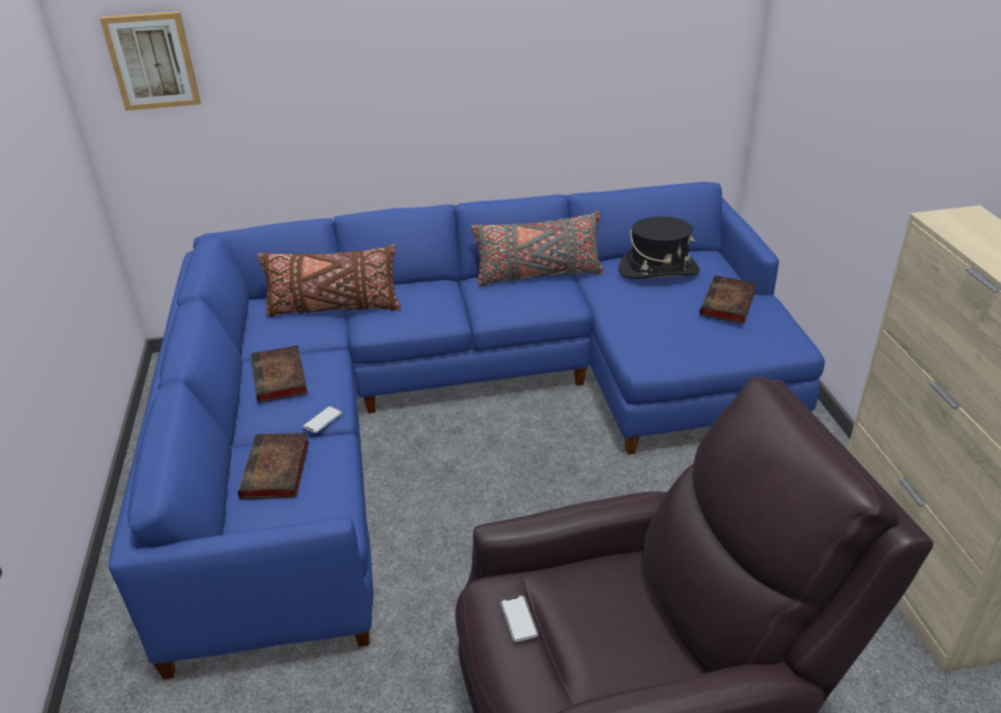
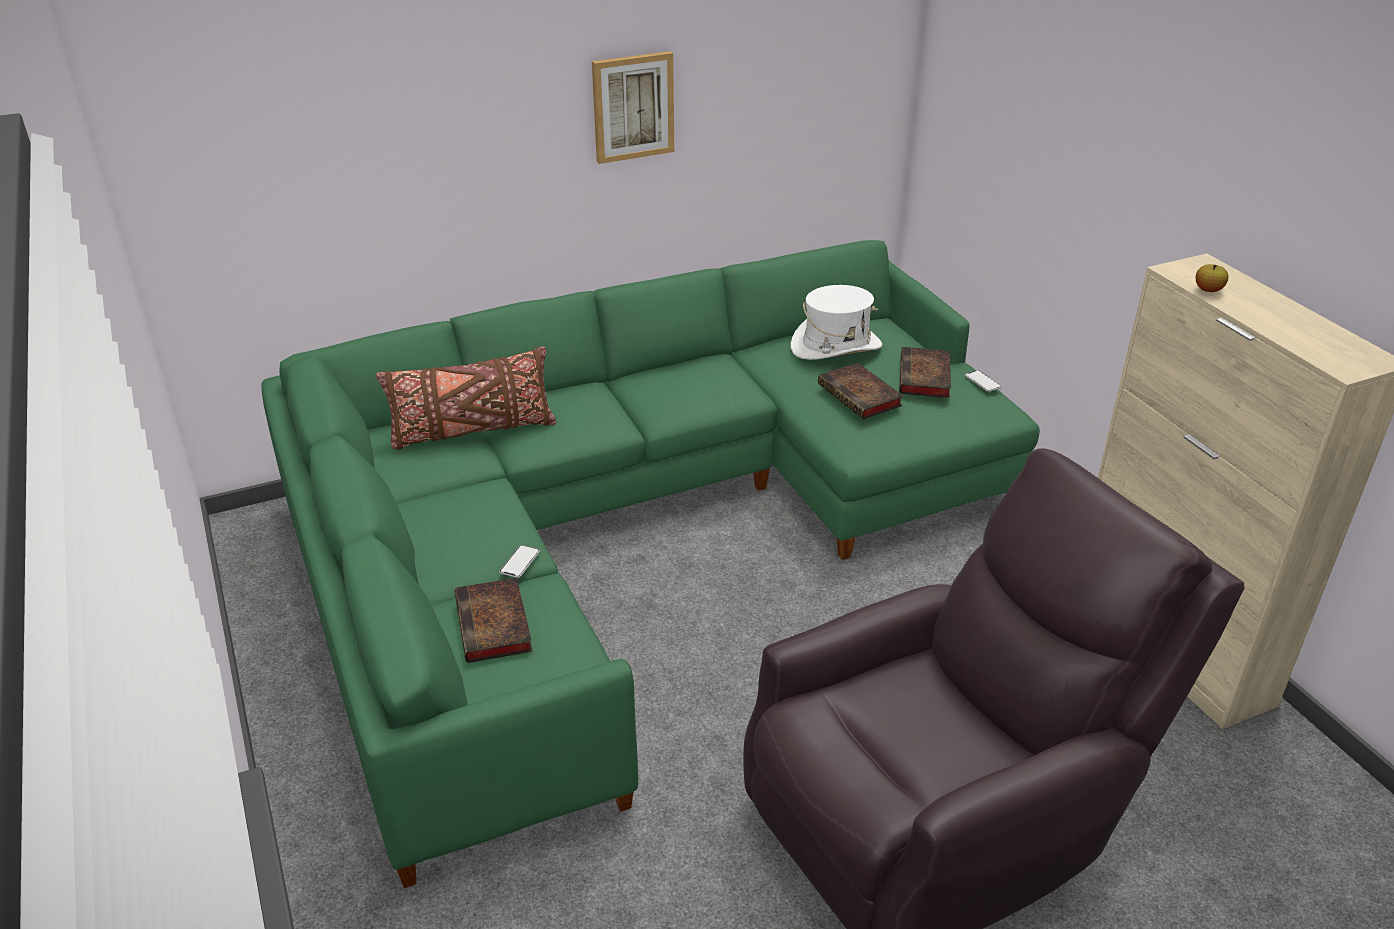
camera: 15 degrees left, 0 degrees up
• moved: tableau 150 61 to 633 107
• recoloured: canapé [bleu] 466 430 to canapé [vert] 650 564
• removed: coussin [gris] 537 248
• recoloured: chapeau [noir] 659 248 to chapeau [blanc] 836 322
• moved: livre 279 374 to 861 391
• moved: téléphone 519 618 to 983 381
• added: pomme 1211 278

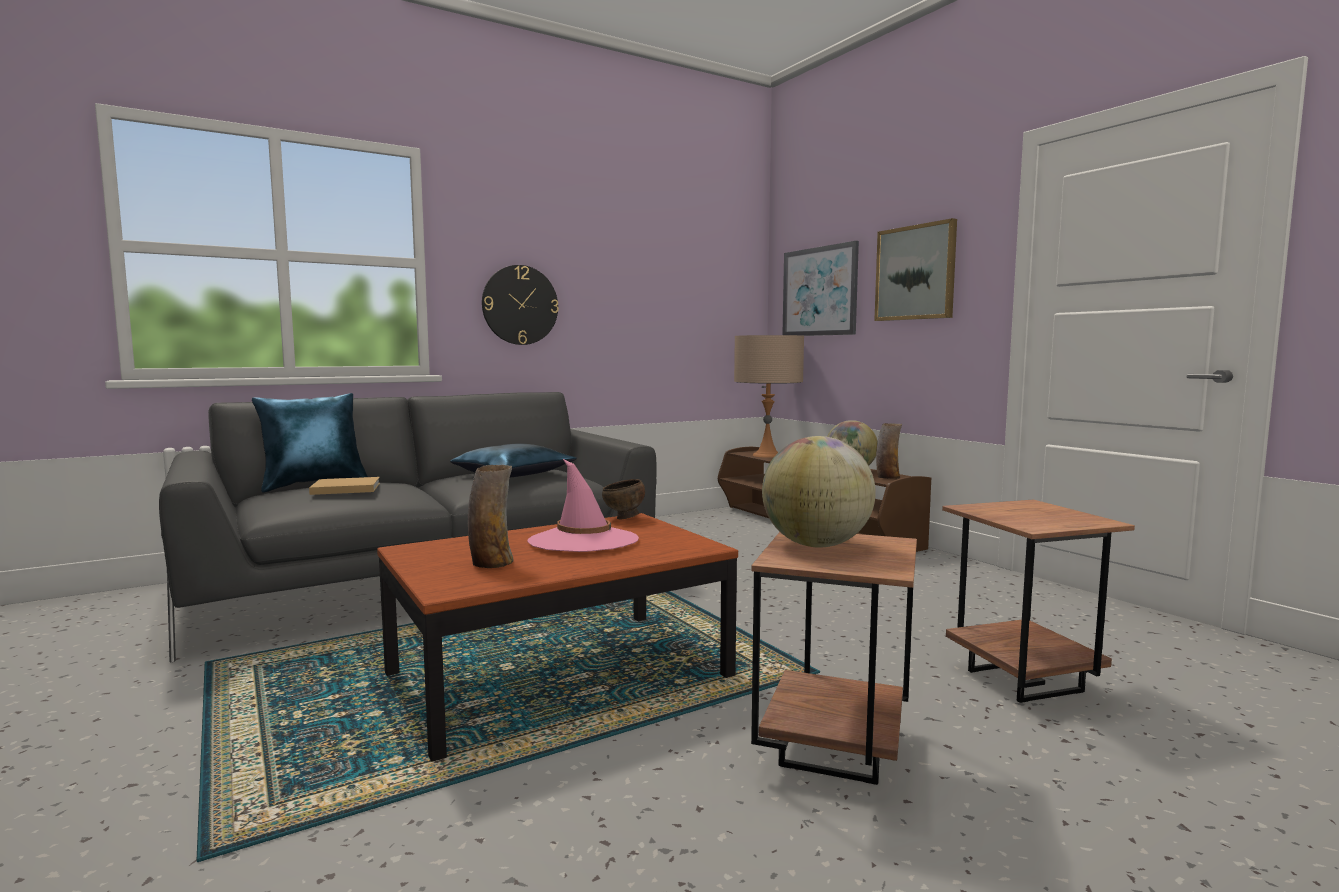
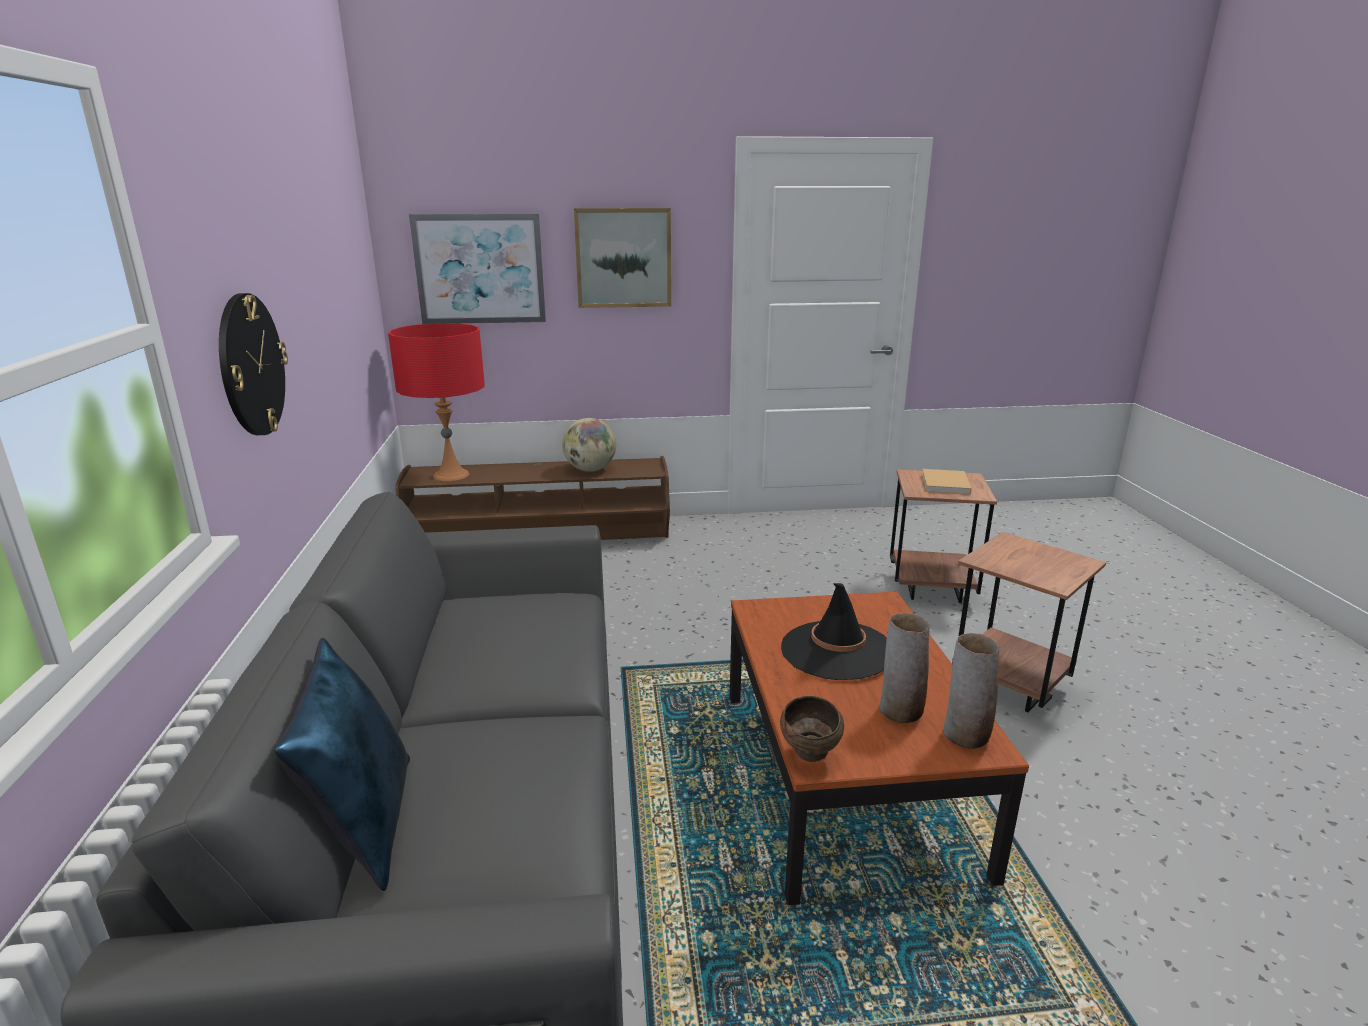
camera: 65 degrees left, 15 degrees up
• recoloured: lampe de table [beige] 769 396 to lampe de table [rouge] 436 402
• moved: vase 889 451 to 971 691
• removed: globe 819 492
• removed: coussin [bleu] 513 460
• recoloured: chapeau [rose] 583 505 to chapeau [noir] 834 631
• moved: livre [beige] 344 486 to 947 481
• moved: bol [marron] 623 499 to 812 729

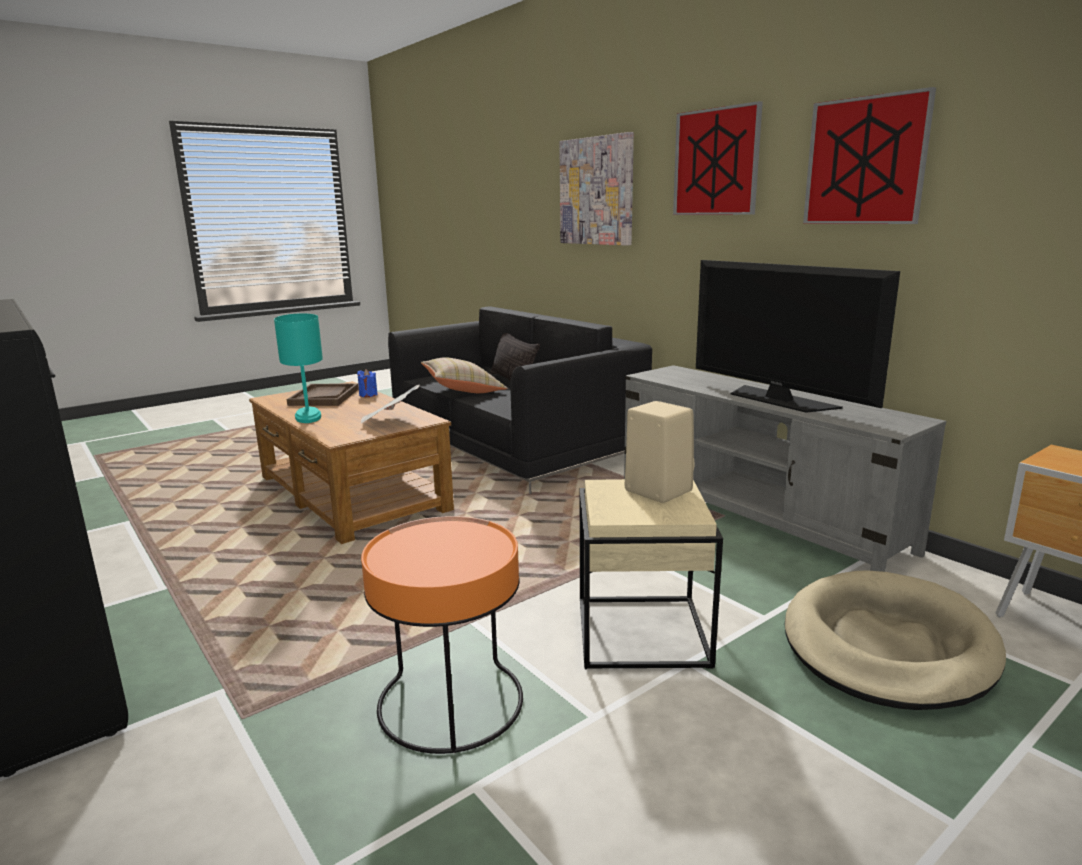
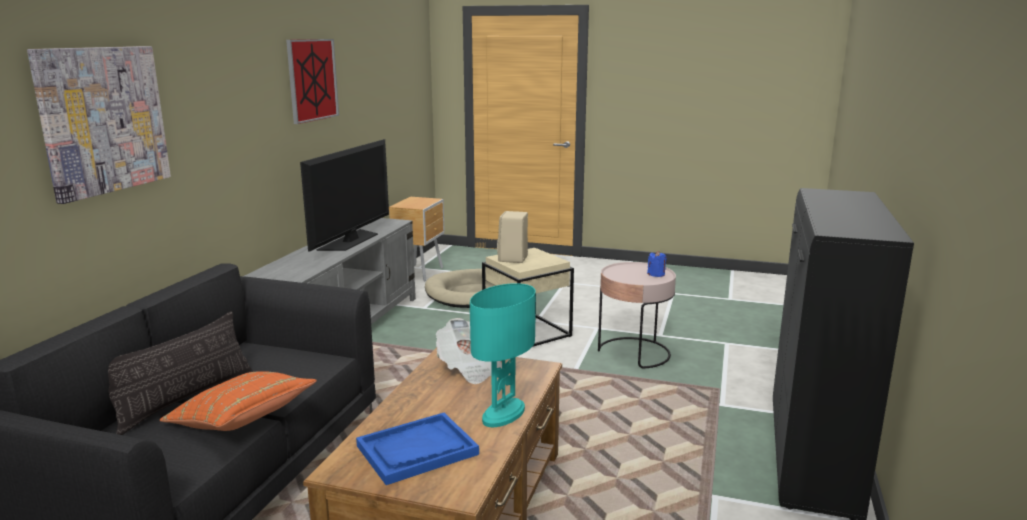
camera: 125 degrees left, 0 degrees up
• removed: tableau 718 158
• recoloured: coussin [beige] 464 375 to coussin [orange] 238 401
• moved: bougie [bleu] 367 383 to 657 264
• recoloured: plateau [marron] 323 394 to plateau [bleu] 417 449
• recoloured: table d'appoint [orange] 442 635 to table d'appoint [rose] 637 315

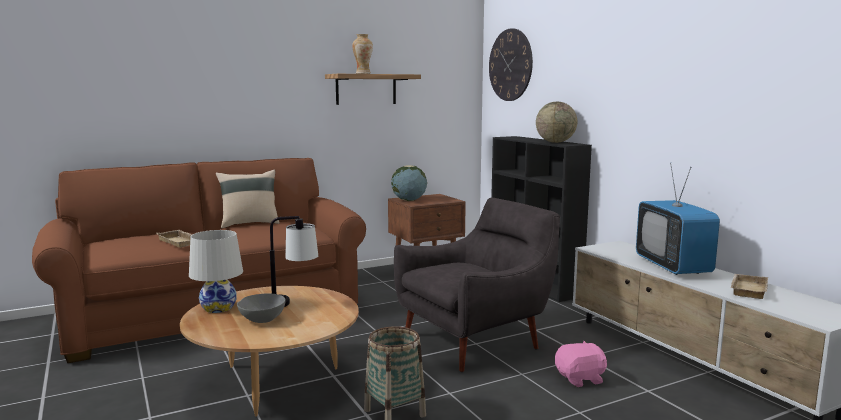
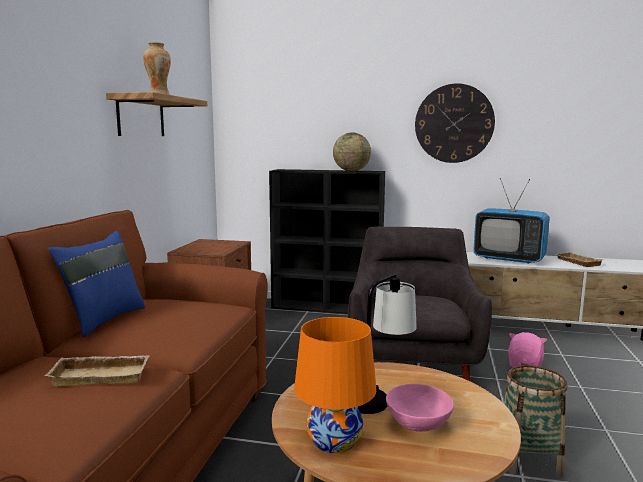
camera: 50 degrees left, 0 degrees up
• moved: horloge murale 511 64 to 455 123
• removed: globe 409 183
• recoloured: coussin [beige] 247 199 to coussin [bleu] 96 284
• recoloured: lampe de table [blanc] 216 271 to lampe de table [orange] 335 385
• recoloured: bol [gris] 261 308 to bol [rose] 420 408

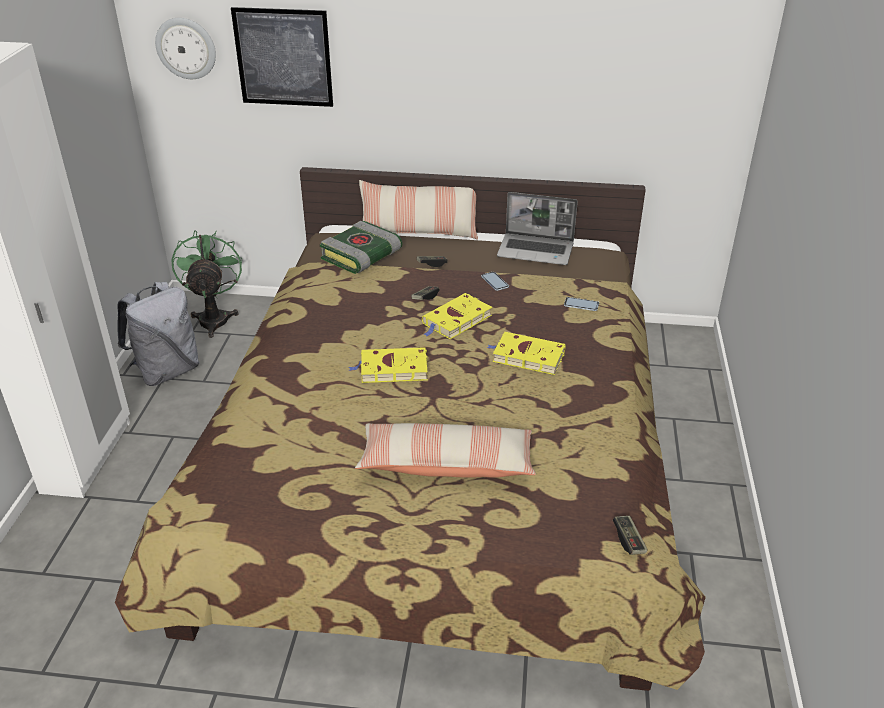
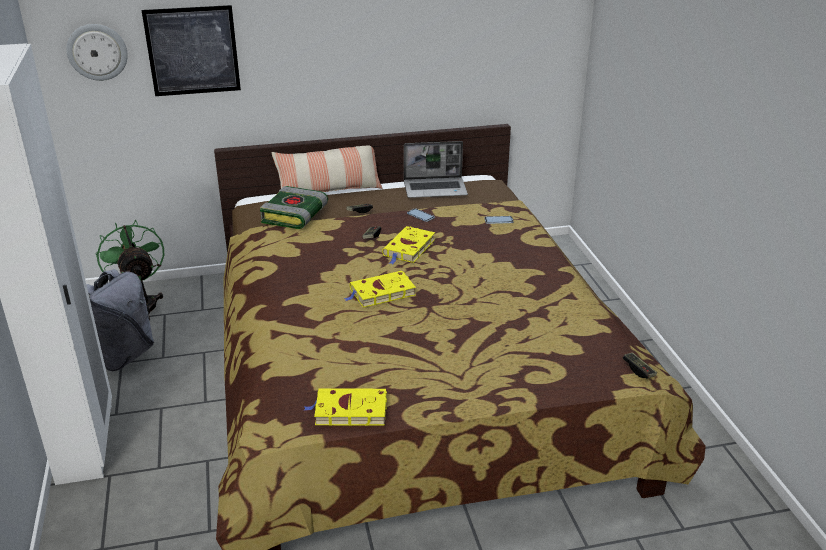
camera: 20 degrees left, 5 degrees down
• moved: livre [jaune] 526 353 to 345 407
• removed: coussin 445 450

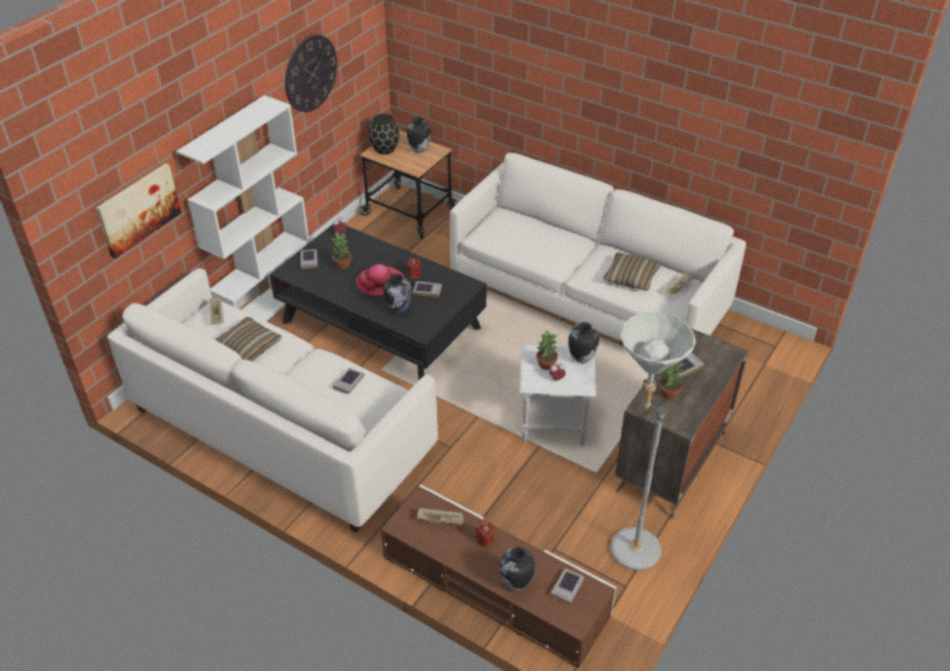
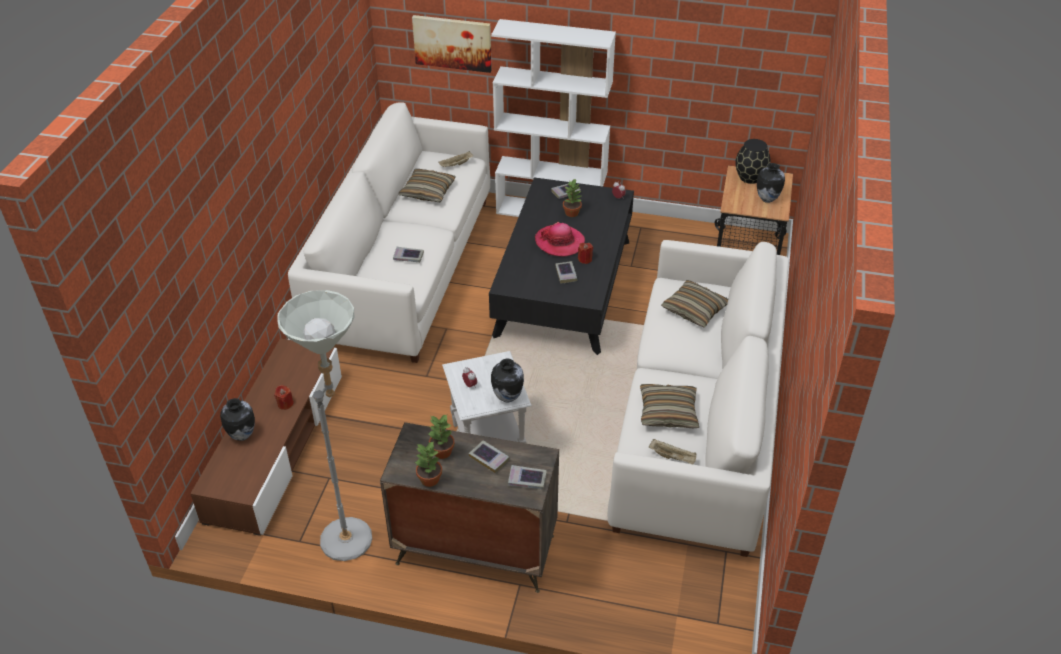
camera: 70 degrees right, 0 degrees up
• removed: horloge murale 311 73
• removed: vase 397 293
• moved: plante en pot 547 350 to 428 464
• removed: plateau [beige] 440 516
• moved: livre 567 586 to 527 477
• added: coussin 694 304

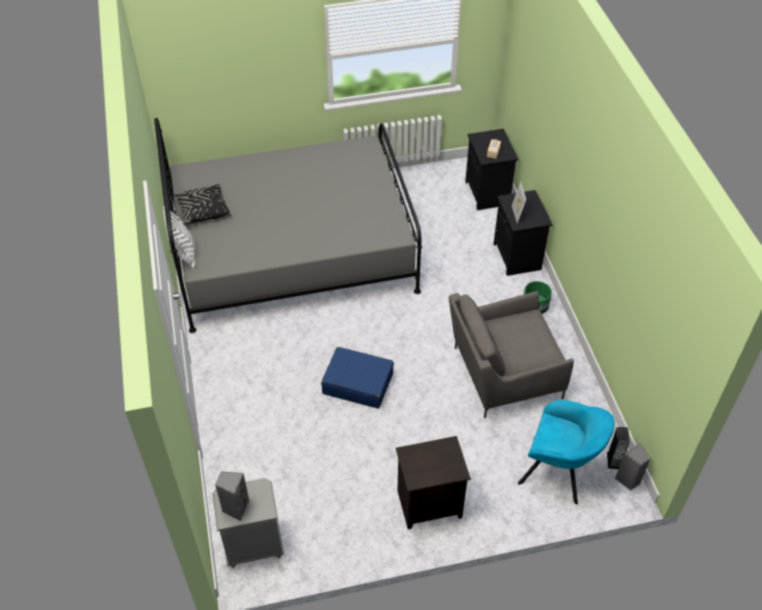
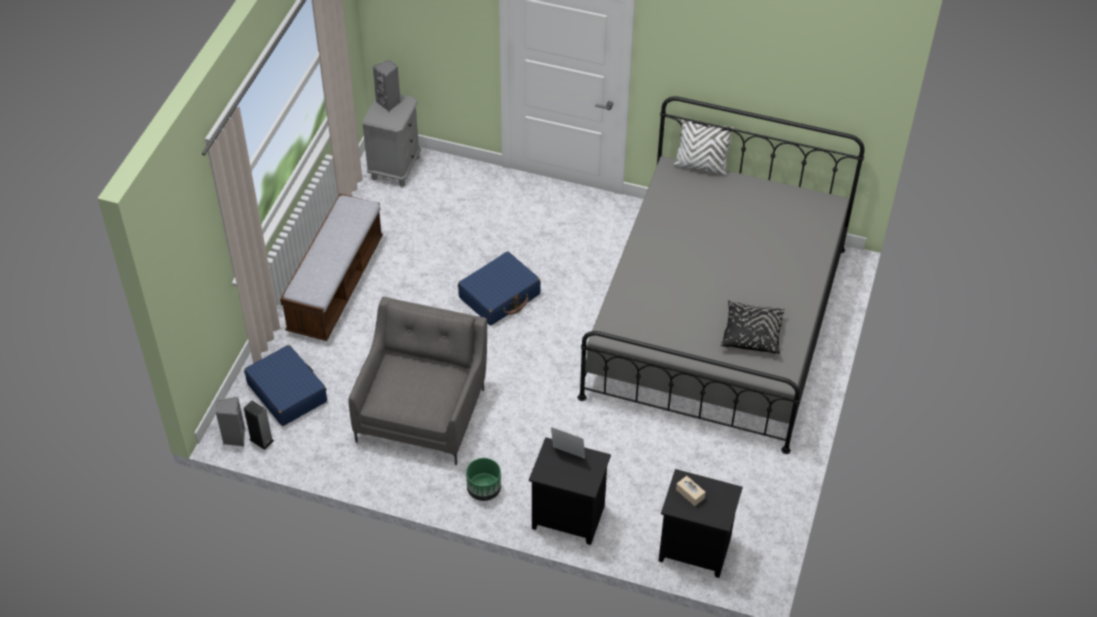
camera: 120 degrees right, 0 degrees up
• moved: coussin [noir] 203 204 to 752 327
• replaced: fauteuil [turquoise] 566 452 to valise [bleu] 285 385
• replaced: table de chevet [noir] 433 482 to banc 331 267

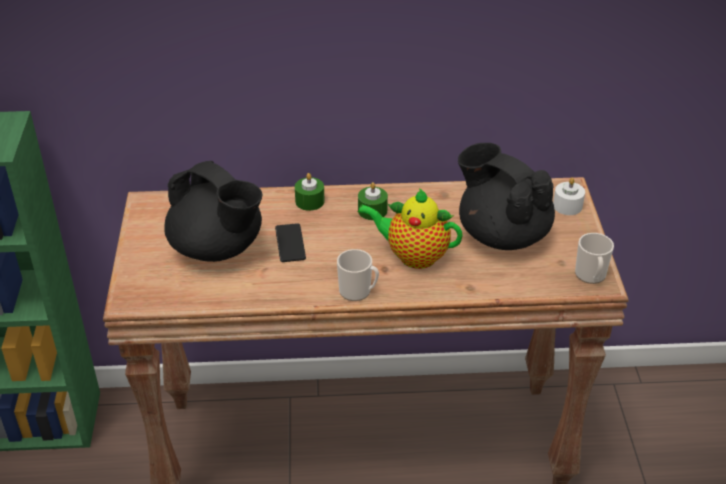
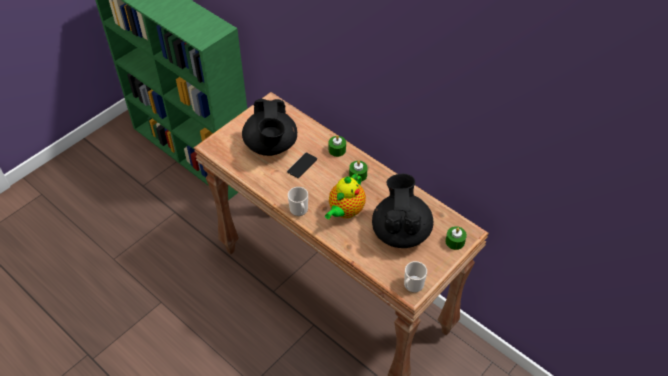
camera: 45 degrees right, 10 degrees up
• recoloured: bougie [blanc] 569 196 to bougie [vert] 456 238
• turned: théière 410 228 = 345 196 120 degrees counterclockwise

